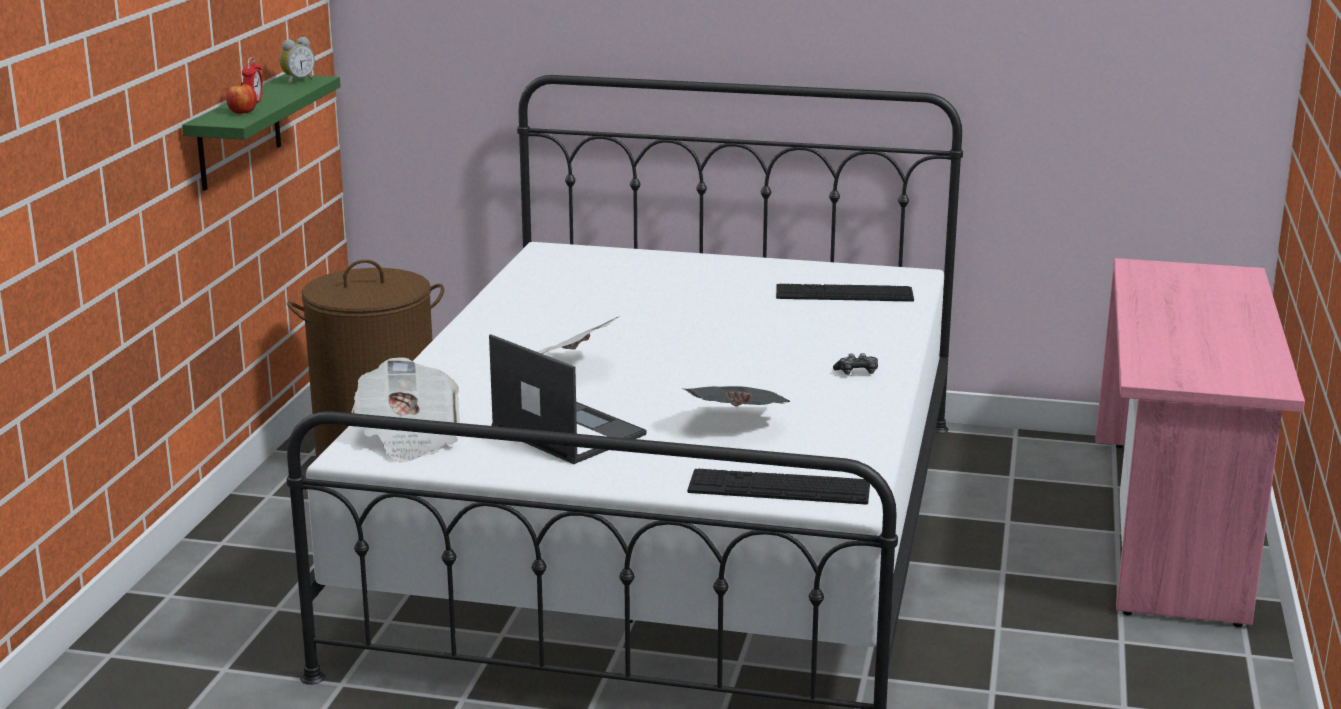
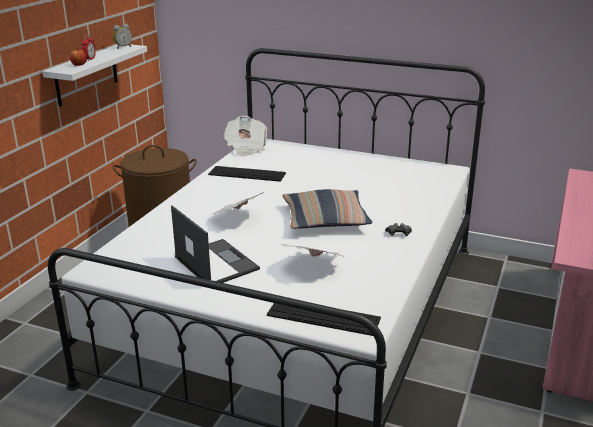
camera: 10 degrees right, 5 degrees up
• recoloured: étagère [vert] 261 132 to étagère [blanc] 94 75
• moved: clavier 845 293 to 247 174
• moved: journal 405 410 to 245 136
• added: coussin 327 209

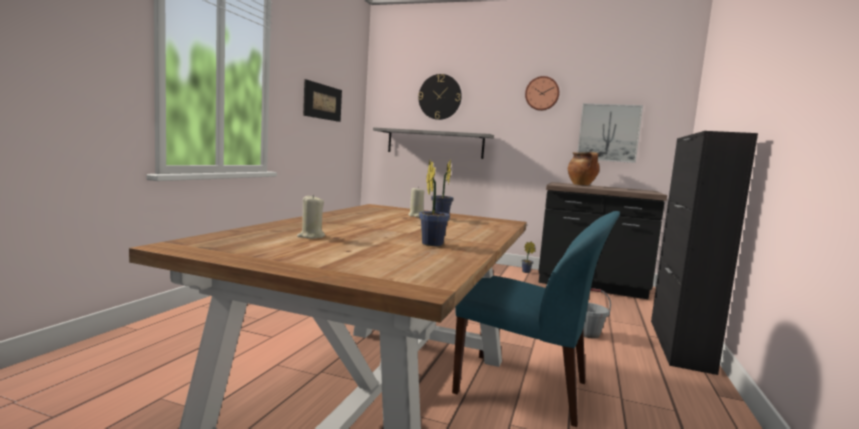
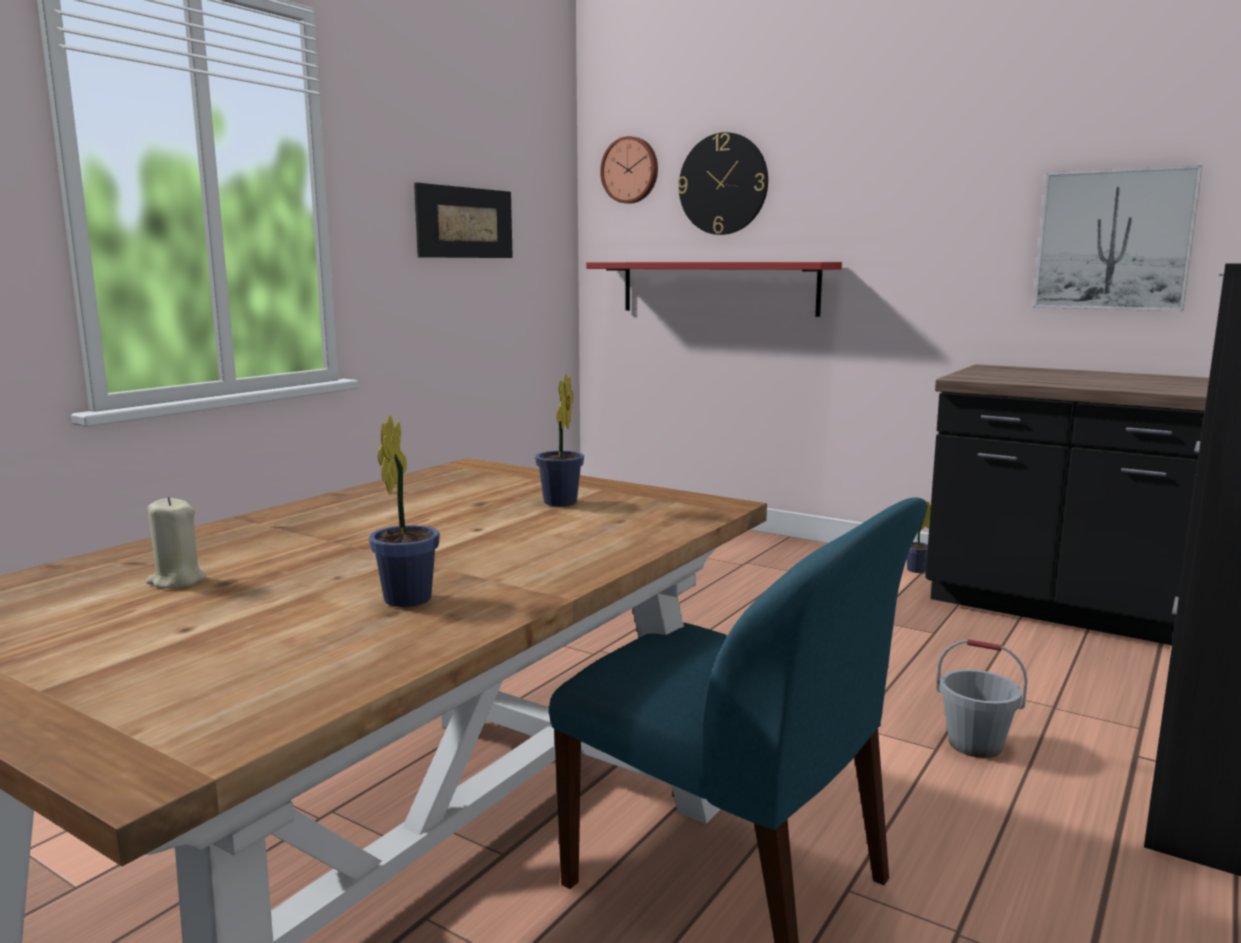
camera: 15 degrees right, 5 degrees up
• moved: horloge murale 542 93 to 629 170
• recoloured: étagère [gris] 433 143 to étagère [rouge] 714 289
• removed: marmite 584 169
• removed: bougie [beige] 416 202

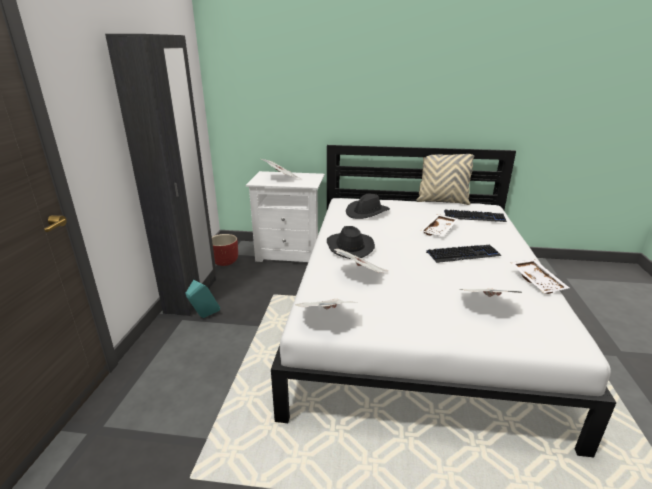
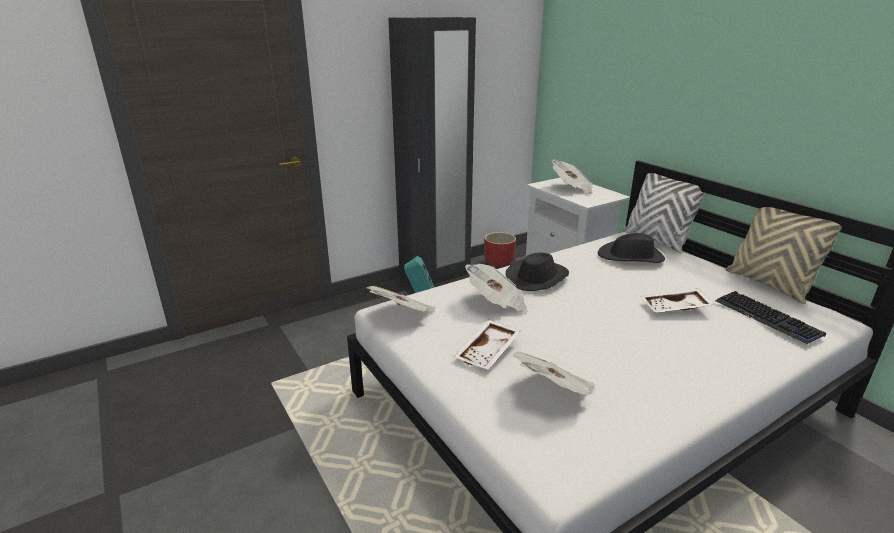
camera: 50 degrees right, 0 degrees up
• removed: clavier 463 254
• moved: plateau [blanc] 540 276 to 487 345
• added: coussin [blanc] 663 213

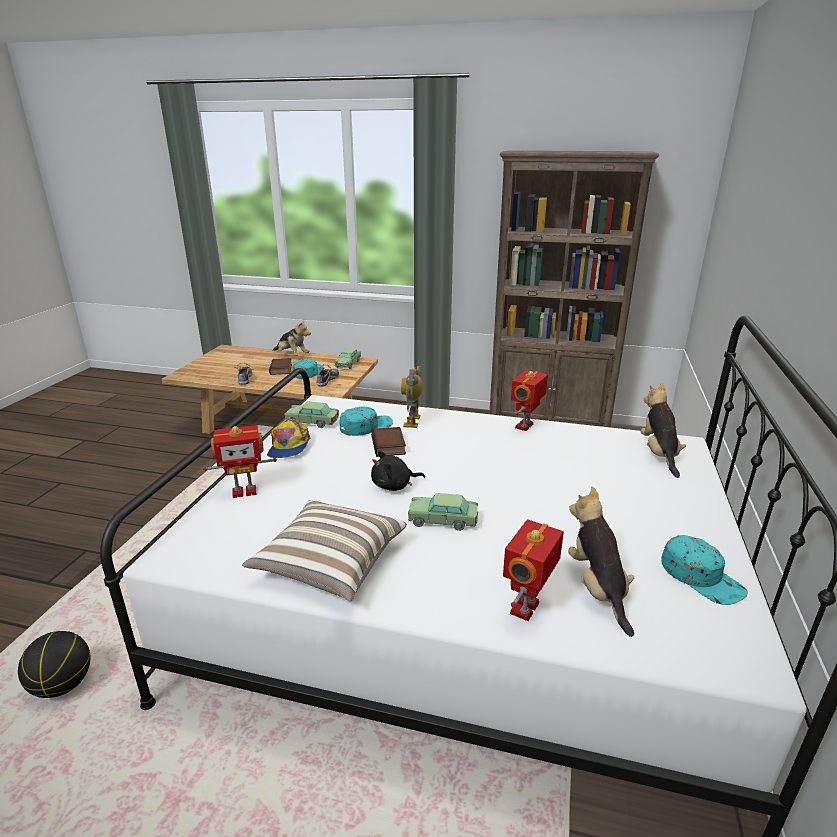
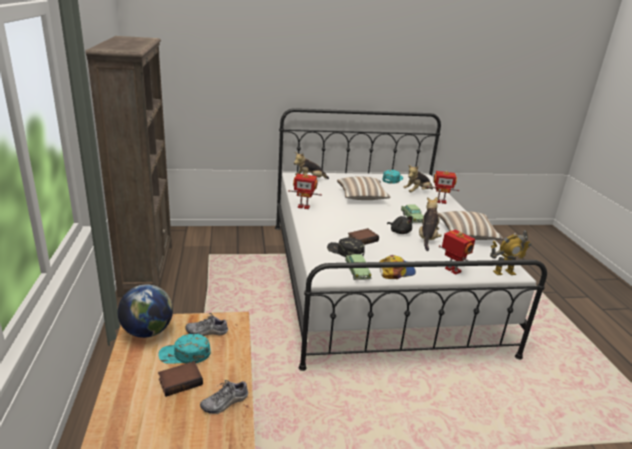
camera: 115 degrees left, 0 degrees up
• moved: peluche 292 338 to 430 224
• replaced: petite voiture 348 358 to globe 145 311
• moved: robot jouet 412 397 to 510 252
• recoloured: casquette [turquoise] 366 421 to casquette [noir] 345 247
• removed: ballon de basket 54 664
• added: coussin 364 188

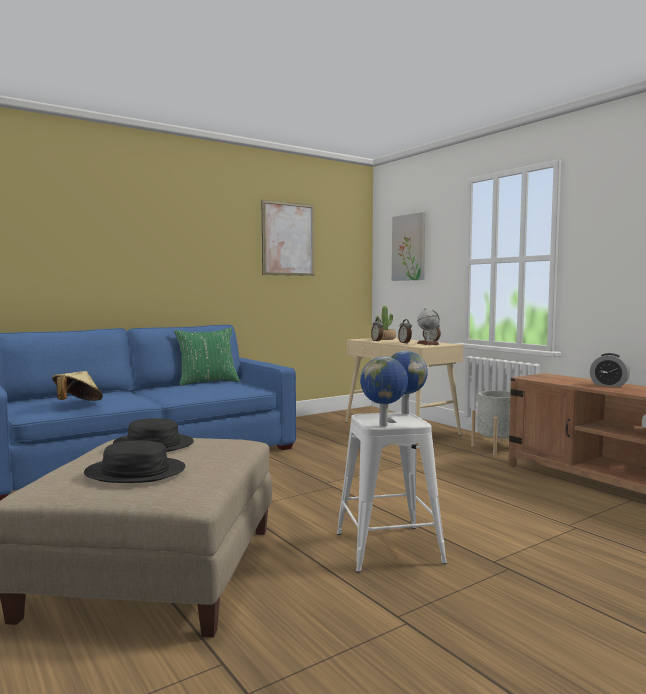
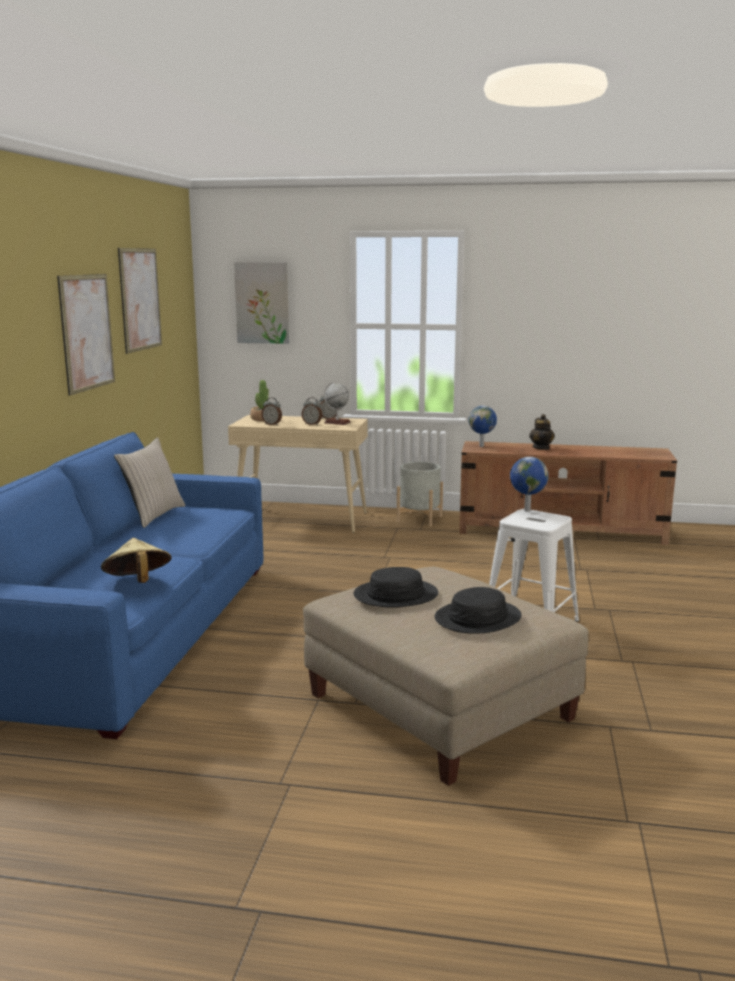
camera: 45 degrees left, 10 degrees up
• recoloured: coussin [vert] 207 357 to coussin [beige] 150 483
• replaced: réveil 610 370 to théière 542 432
• moved: globe 384 392 to 483 426
• added: tableau 86 335

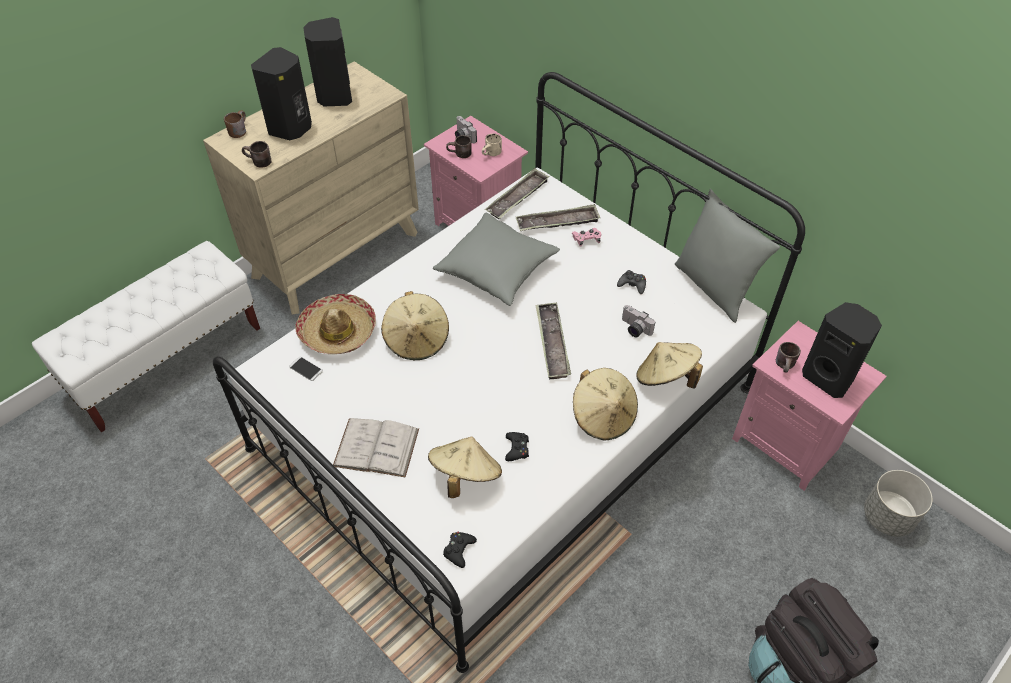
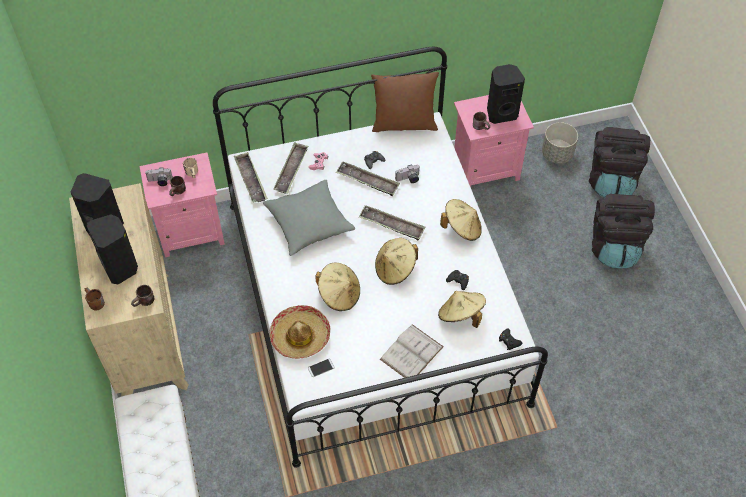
camera: 60 degrees left, 5 degrees up
• recoloured: coussin [gris] 727 256 to coussin [marron] 405 102
• moved: chapeau [beige] 669 365 to 396 261
• added: sac à dos [noir] 619 162
• added: plateau 368 178

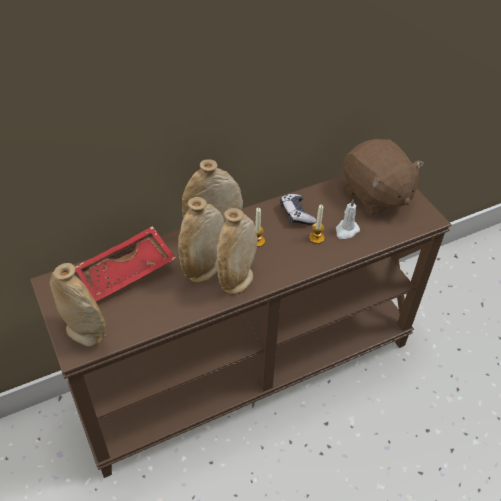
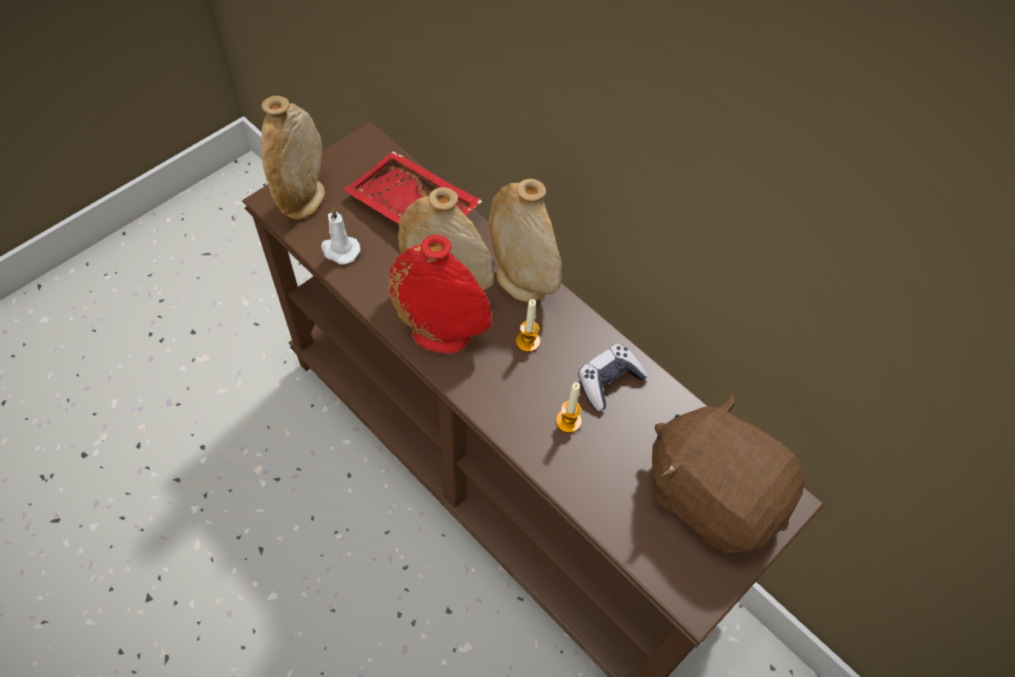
camera: 70 degrees right, 10 degrees up
• turned: peluche [marron] 383 177 = 728 473 90 degrees clockwise
• moved: bougie [blanc] 348 219 to 341 236
• recoloured: vase [beige] 237 251 to vase [rouge] 440 294

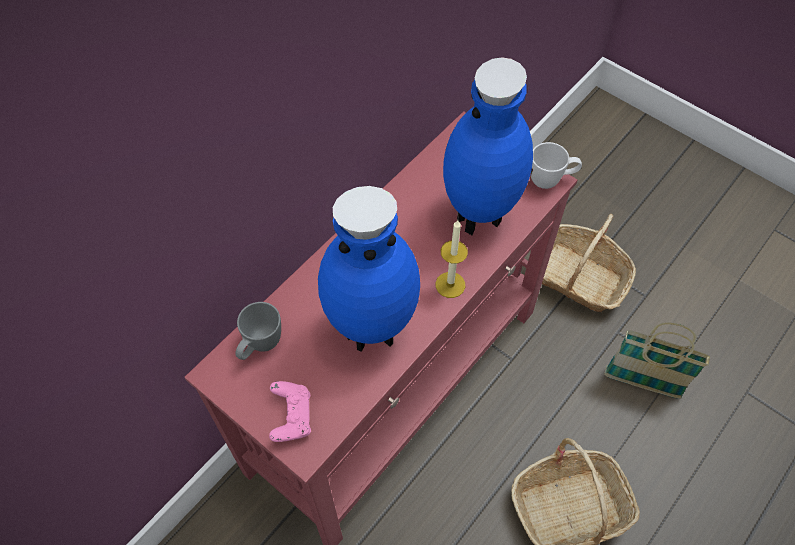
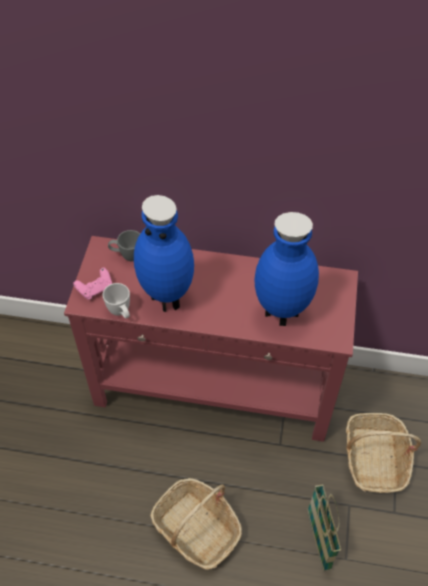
camera: 60 degrees right, 5 degrees down
• moved: mug [blanc] 556 165 to 116 301
• removed: bougie 451 259

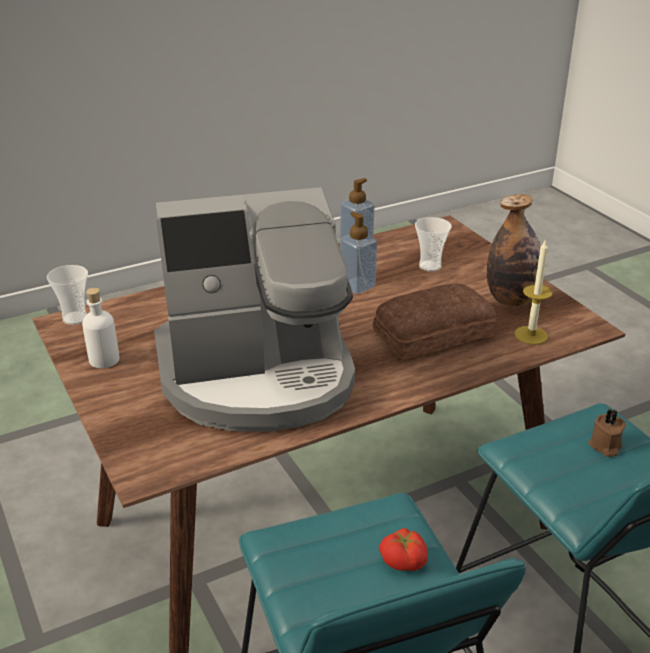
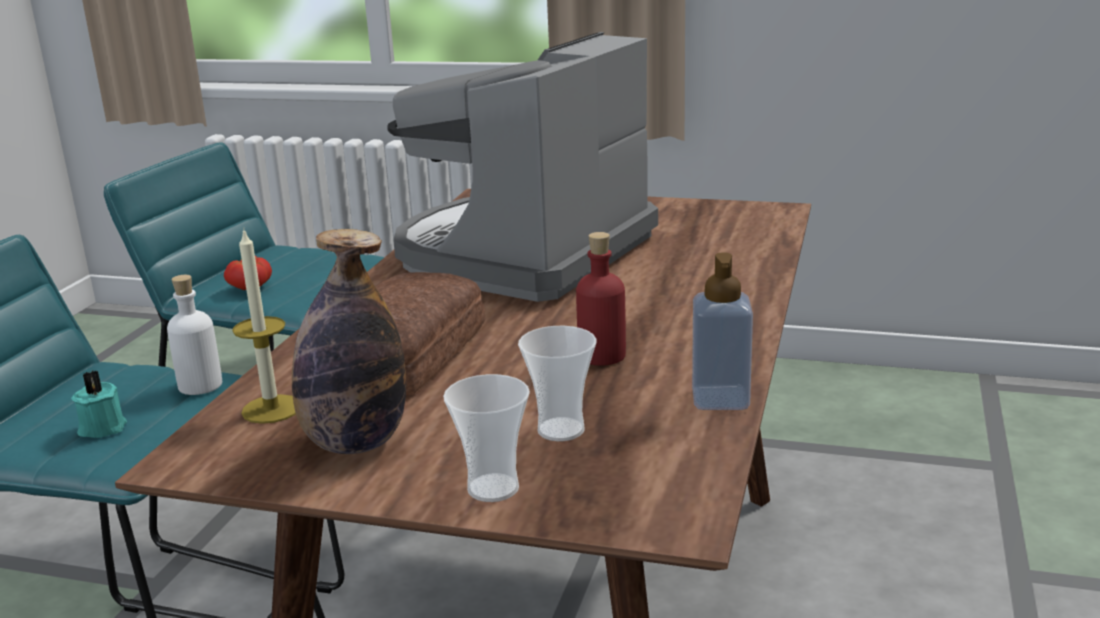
camera: 135 degrees right, 10 degrees down
• replaced: distributeur de savon 358 253 to bouteille [rouge] 601 299
• moved: tasse 67 295 to 486 438
• moved: bouteille [blanc] 101 328 to 194 335
• recoloured: bougie [marron] 607 432 to bougie [turquoise] 99 404

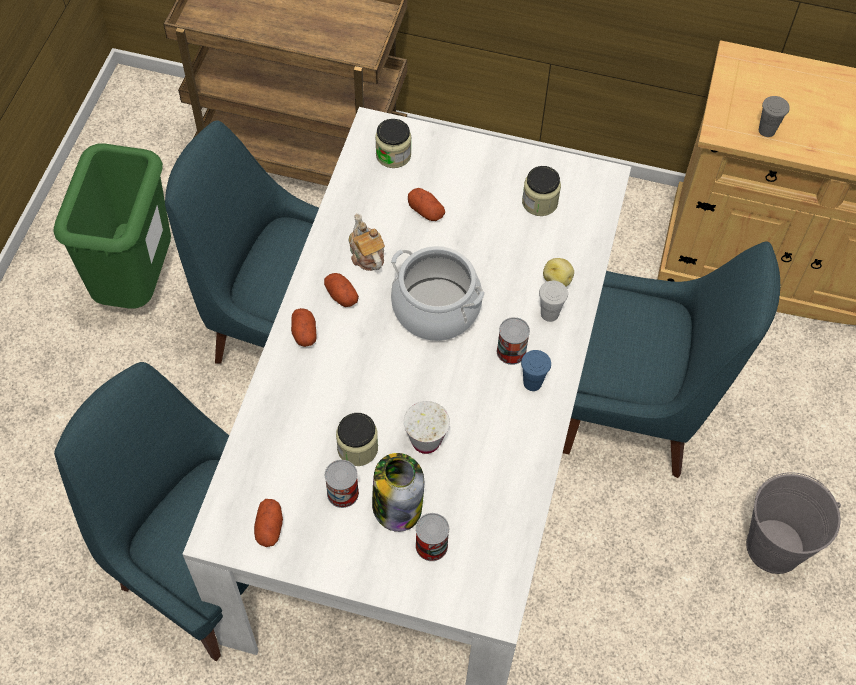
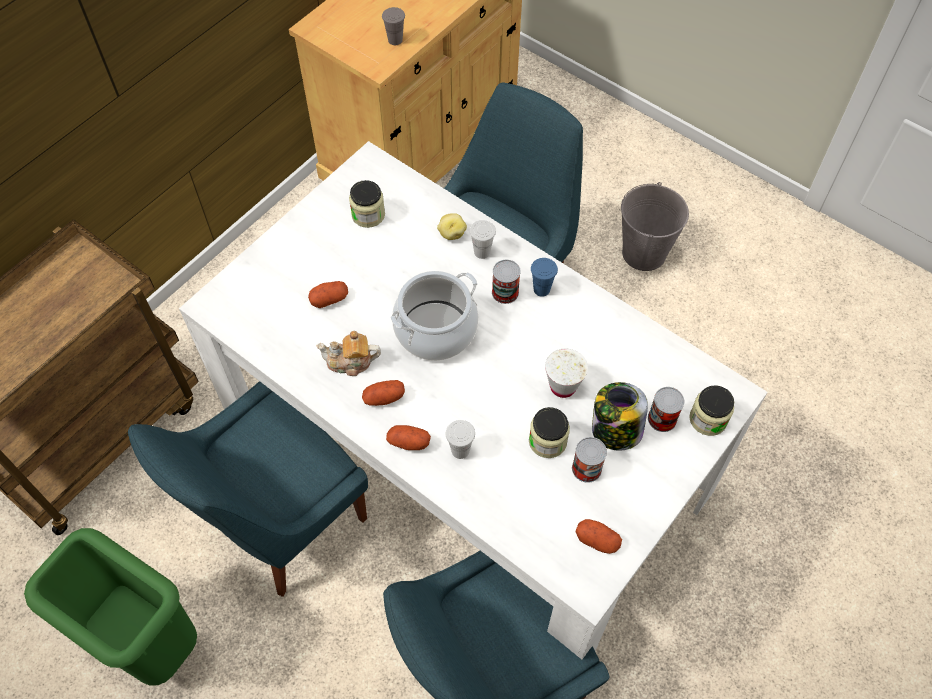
camera: 65 degrees left, 0 degrees up
• moved: bocal 393 143 to 711 410
• added: tasse [blanc] 460 439

